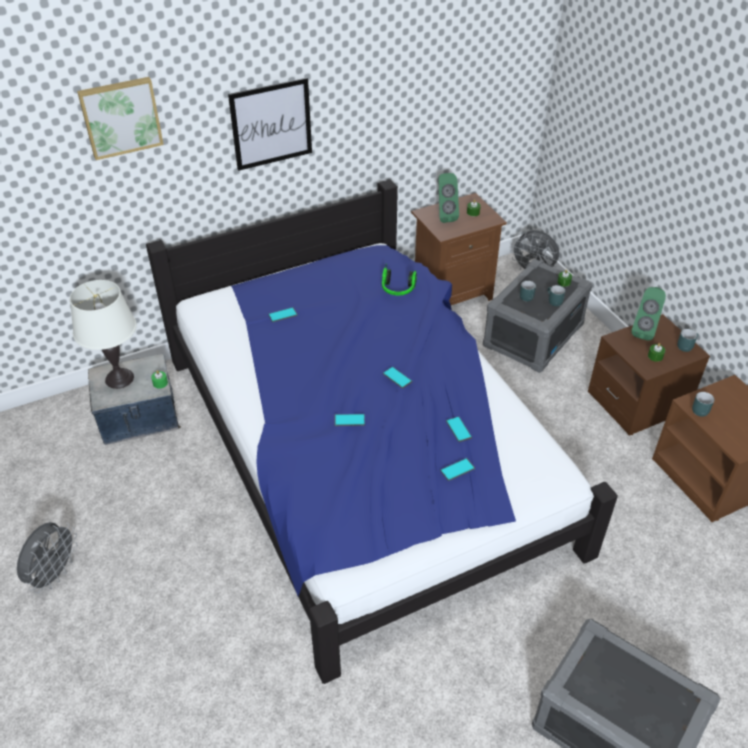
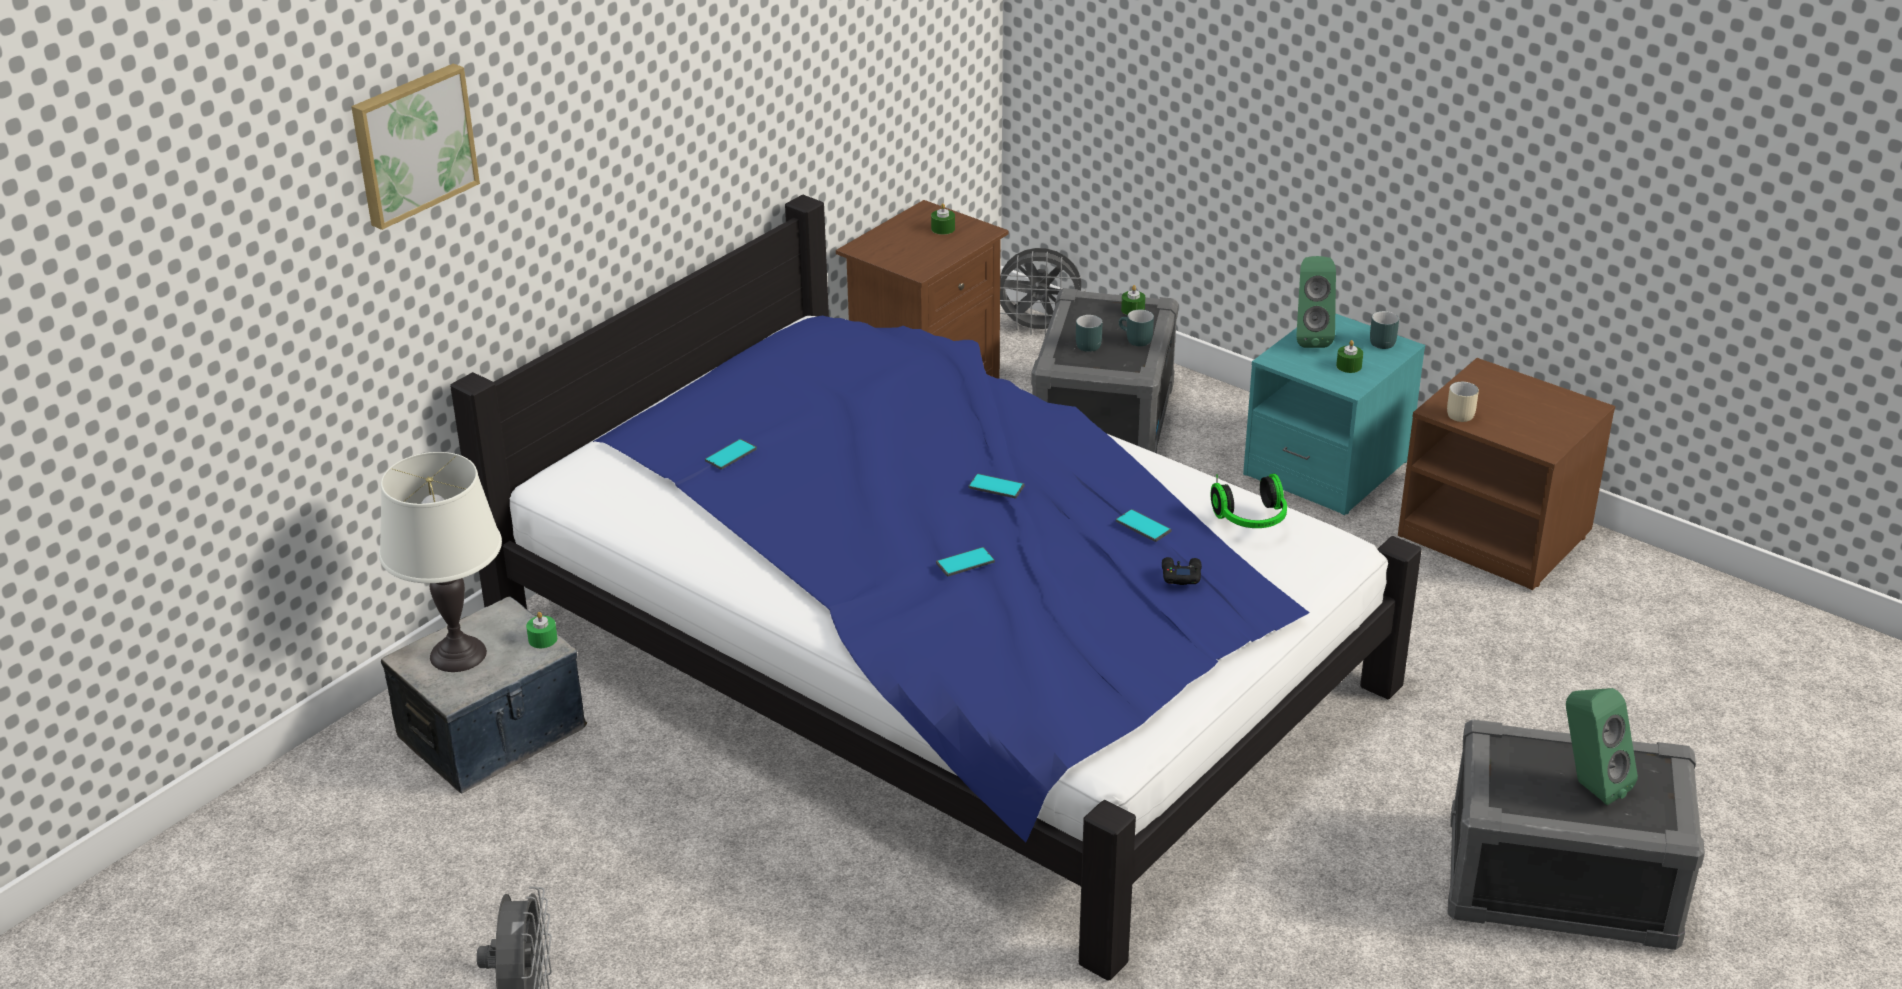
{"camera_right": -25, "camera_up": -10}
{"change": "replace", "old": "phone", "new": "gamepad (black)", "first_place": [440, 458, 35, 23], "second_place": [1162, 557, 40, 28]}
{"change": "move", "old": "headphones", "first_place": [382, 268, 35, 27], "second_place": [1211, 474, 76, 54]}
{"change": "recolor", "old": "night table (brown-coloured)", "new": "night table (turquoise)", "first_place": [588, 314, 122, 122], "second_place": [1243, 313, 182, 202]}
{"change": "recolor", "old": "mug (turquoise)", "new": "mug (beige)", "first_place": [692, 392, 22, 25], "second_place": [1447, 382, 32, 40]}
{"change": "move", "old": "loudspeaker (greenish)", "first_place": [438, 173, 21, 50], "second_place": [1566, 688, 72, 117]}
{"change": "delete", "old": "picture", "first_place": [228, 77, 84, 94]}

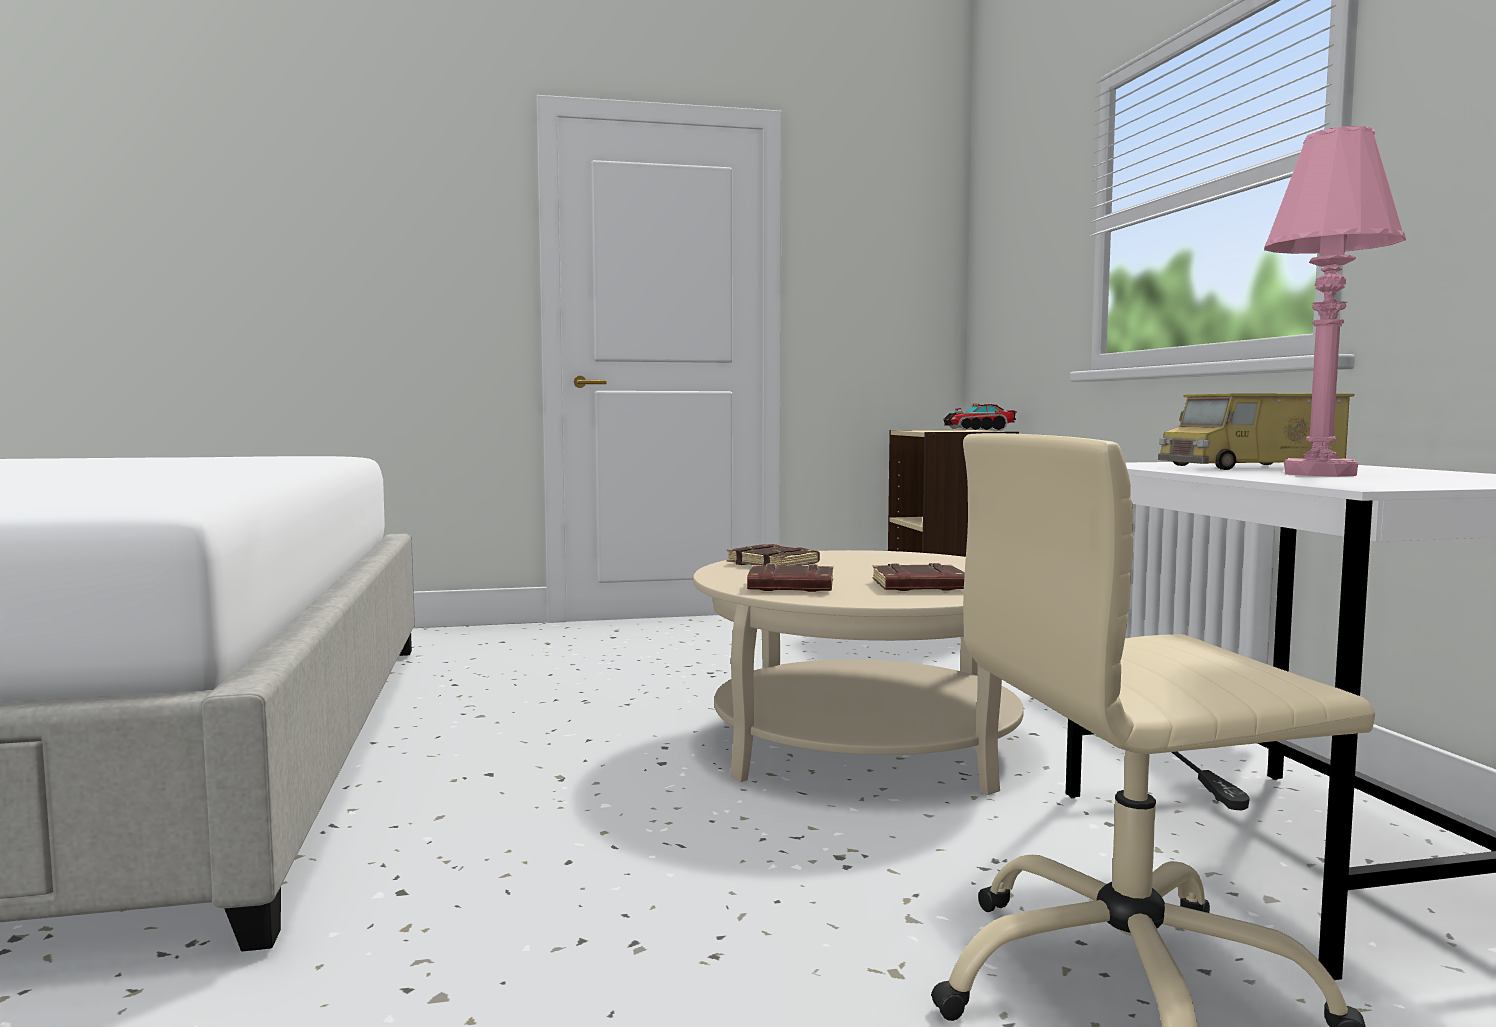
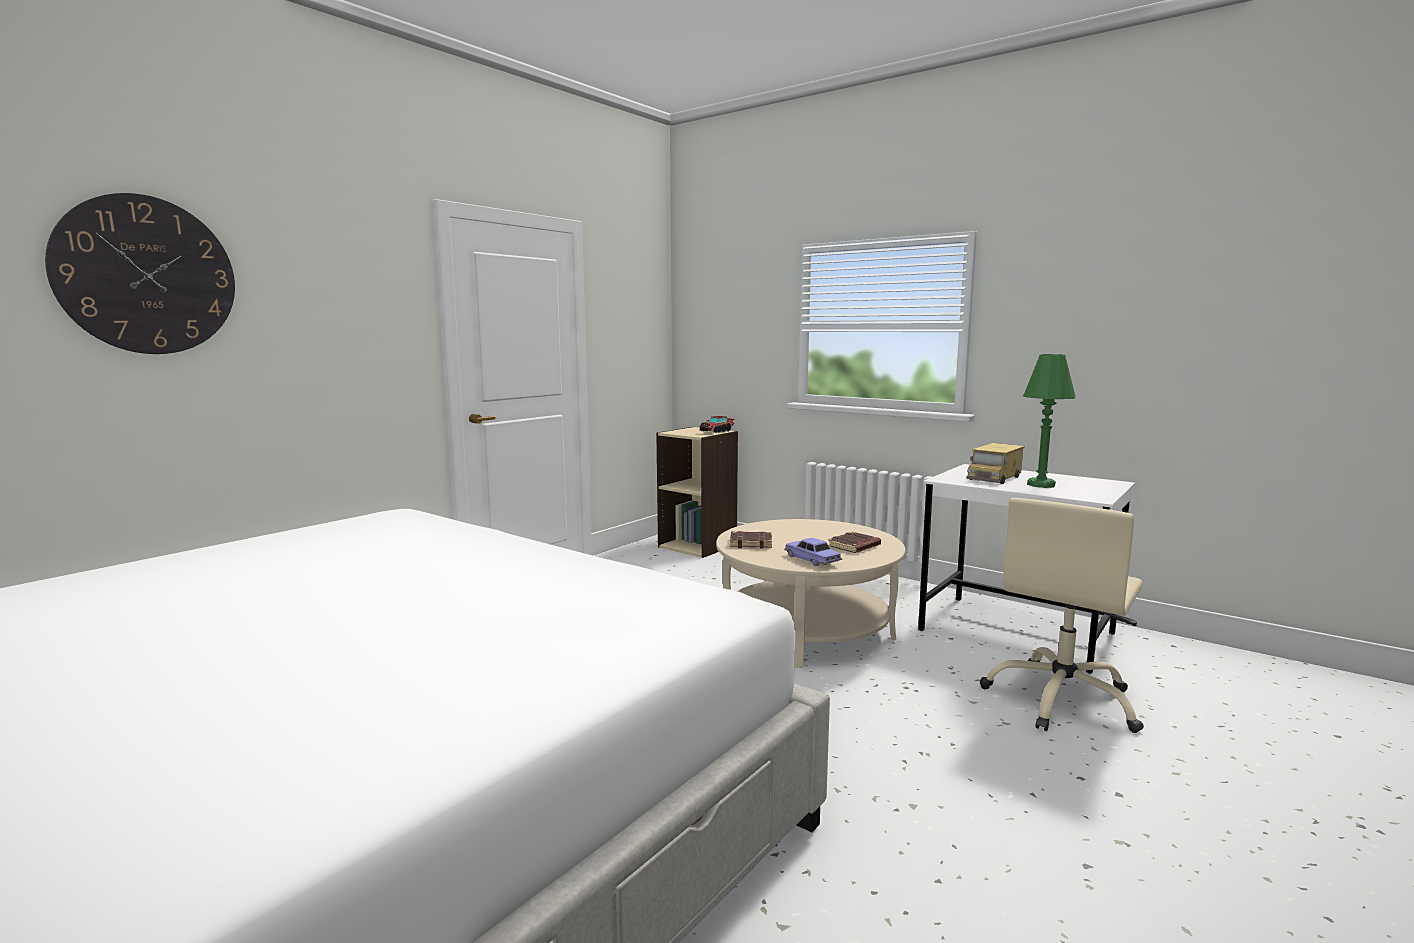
{"camera_right": -40, "camera_up": 5}
{"change": "insert", "new": "hanging clock", "second_place": [45, 193, 190, 161]}
{"change": "replace", "old": "volume (brown-coloured)", "new": "toy car", "first_place": [747, 563, 86, 29], "second_place": [784, 538, 58, 28]}
{"change": "recolor", "old": "tabletop lamp (pink-coloured)", "new": "tabletop lamp (greenish)", "first_place": [1264, 126, 142, 350], "second_place": [1023, 354, 53, 134]}

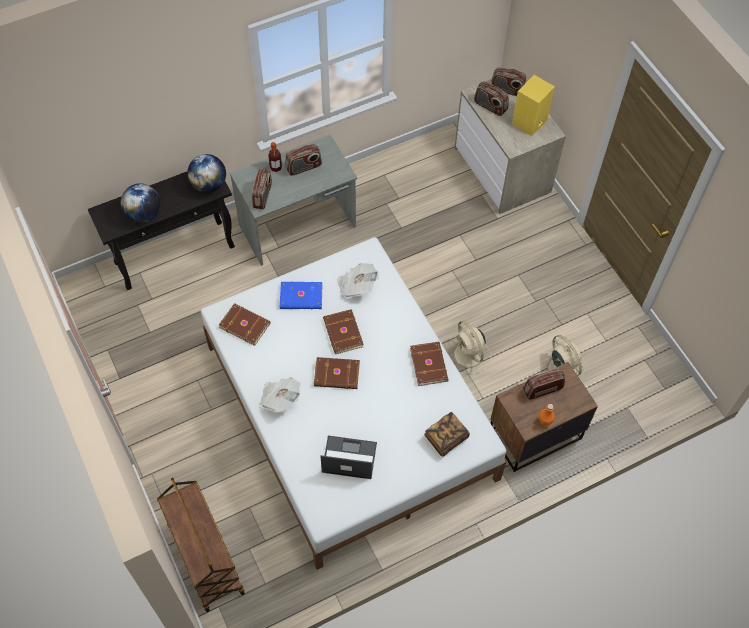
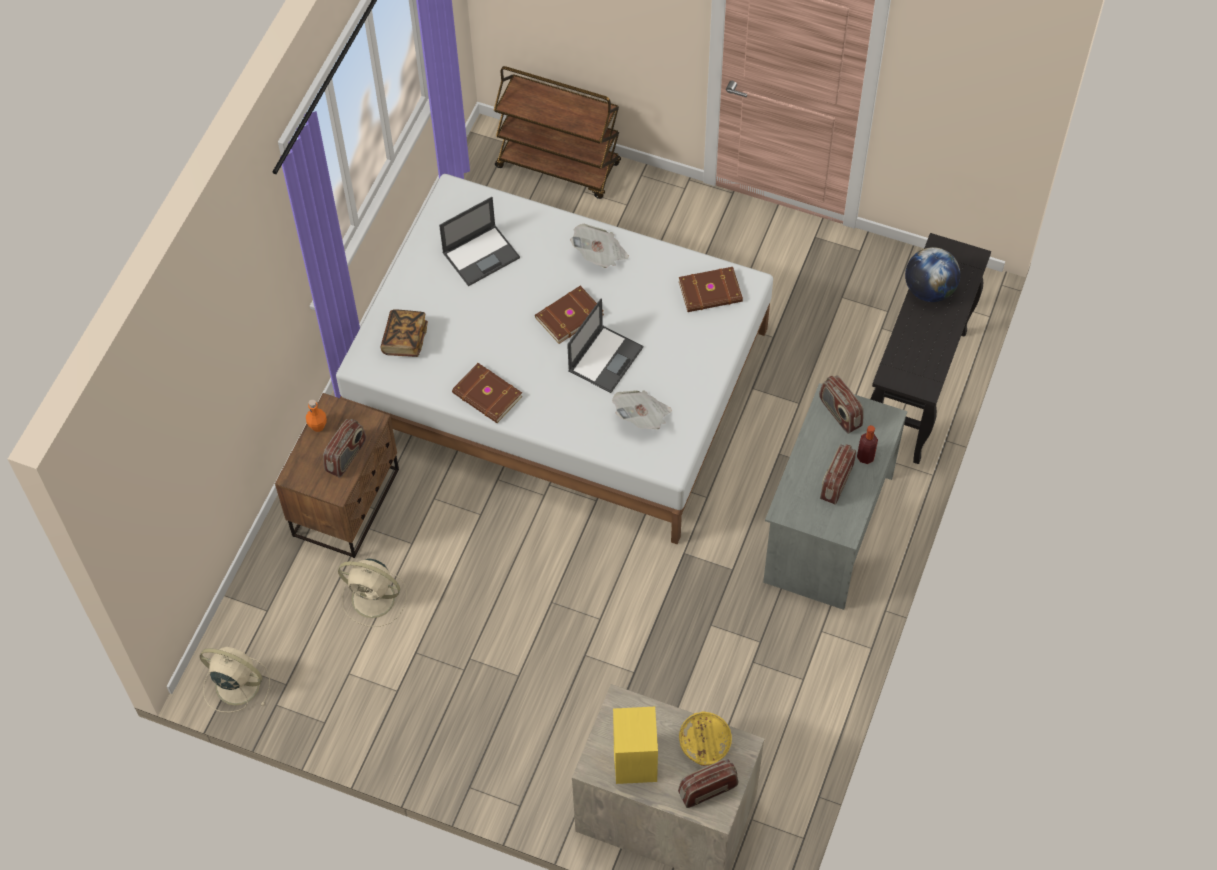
{"camera_right": 140, "camera_up": 0}
{"change": "move", "old": "electric fan (beige)", "first_place": [447, 320, 45, 55], "second_place": [200, 647, 70, 66]}
{"change": "replace", "old": "volume (brown-coloured)", "new": "laptop", "first_place": [323, 309, 41, 45], "second_place": [567, 298, 76, 95]}
{"change": "replace", "old": "radio", "new": "serving bowl (yellow-coloured)", "first_place": [474, 81, 35, 35], "second_place": [679, 711, 53, 55]}
{"change": "delete", "old": "world globe", "first_place": [187, 154, 39, 39]}
{"change": "delete", "old": "volume (bluish)", "first_place": [280, 282, 42, 27]}

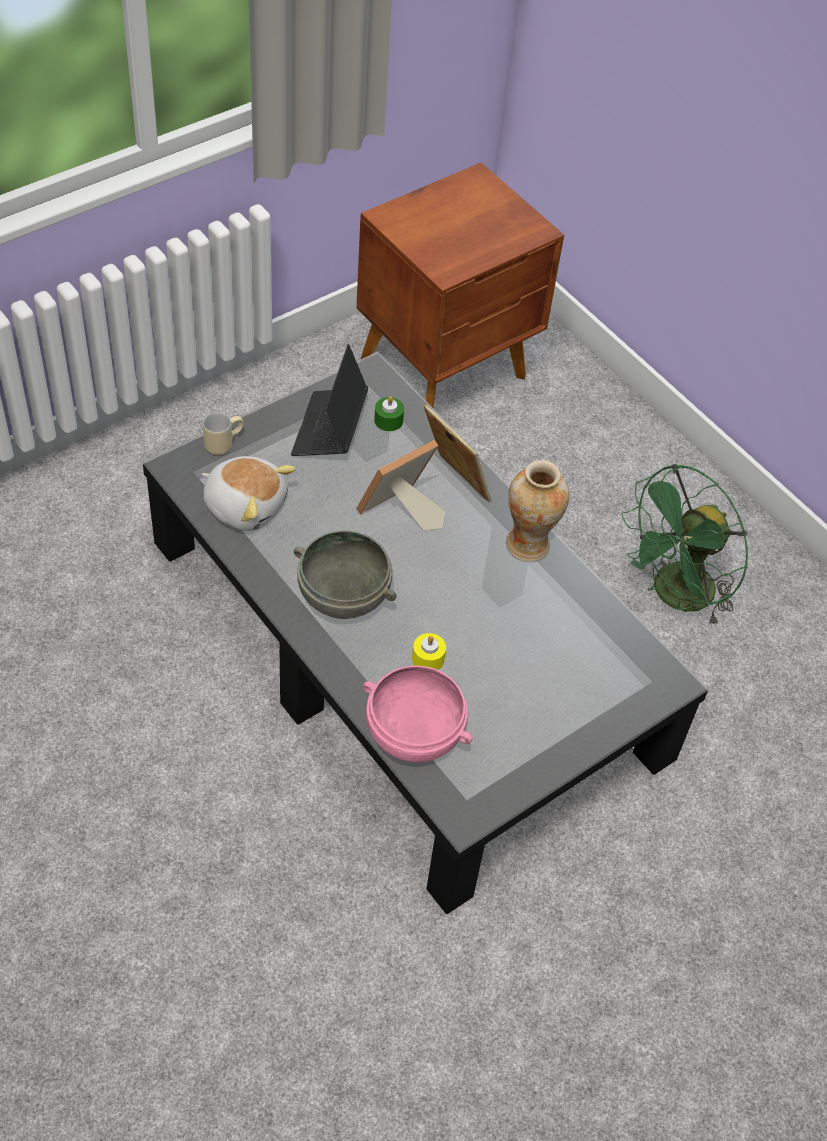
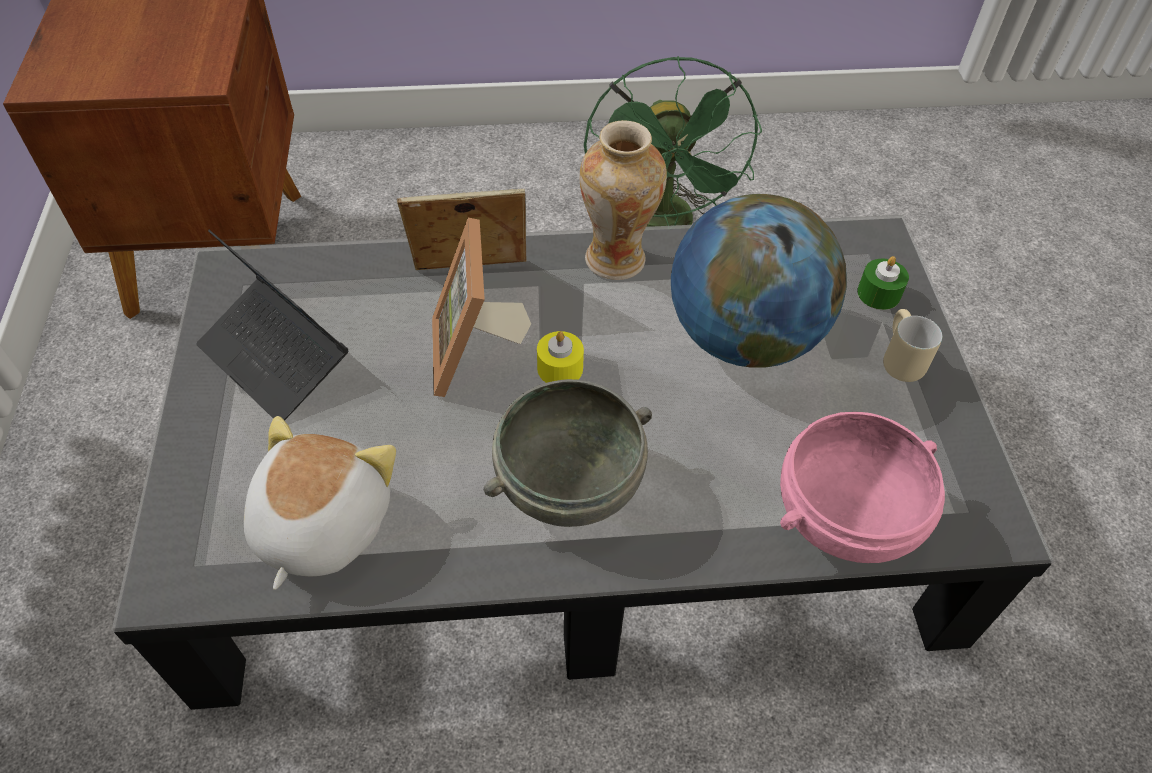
{"camera_right": -55, "camera_up": 0}
{"change": "rotate", "old": "plush toy", "first_place": [202, 456, 94, 75], "second_place": [244, 416, 152, 174], "degrees": -45}
{"change": "move", "old": "wax candle (yellow-coloured)", "first_place": [412, 633, 34, 37], "second_place": [537, 331, 47, 52]}
{"change": "insert", "new": "world globe", "second_place": [671, 194, 176, 174]}
{"change": "move", "old": "wax candle (greenish)", "first_place": [374, 396, 30, 35], "second_place": [857, 256, 52, 54]}
{"change": "move", "old": "mug (beige)", "first_place": [203, 412, 41, 43], "second_place": [883, 309, 59, 73]}

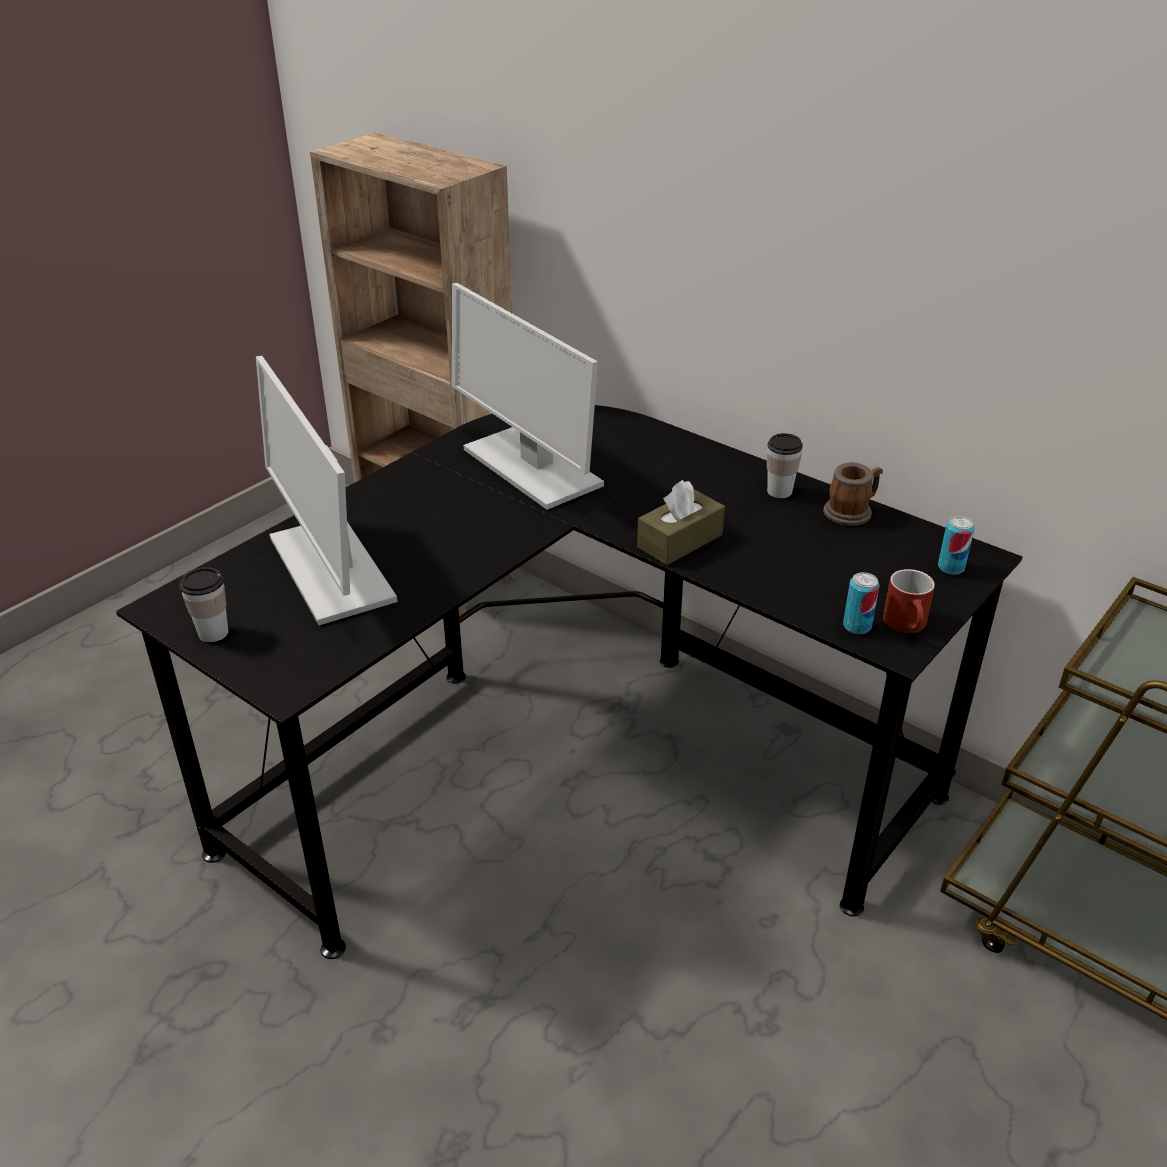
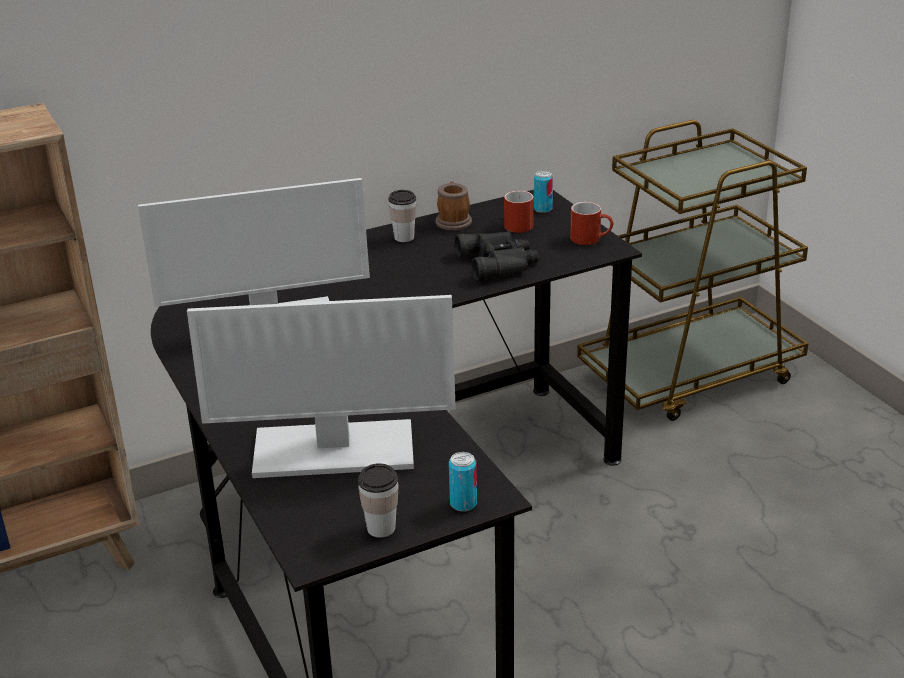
{"camera_right": -65, "camera_up": -5}
{"change": "move", "old": "metal can", "first_place": [843, 572, 36, 62], "second_place": [449, 452, 28, 60]}
{"change": "insert", "new": "binoculars (black)", "second_place": [454, 231, 85, 50]}
{"change": "insert", "new": "mug (red)", "second_place": [504, 191, 30, 42]}
{"change": "delete", "old": "tissue holder (brown-coloured)", "first_place": [637, 480, 88, 85]}

